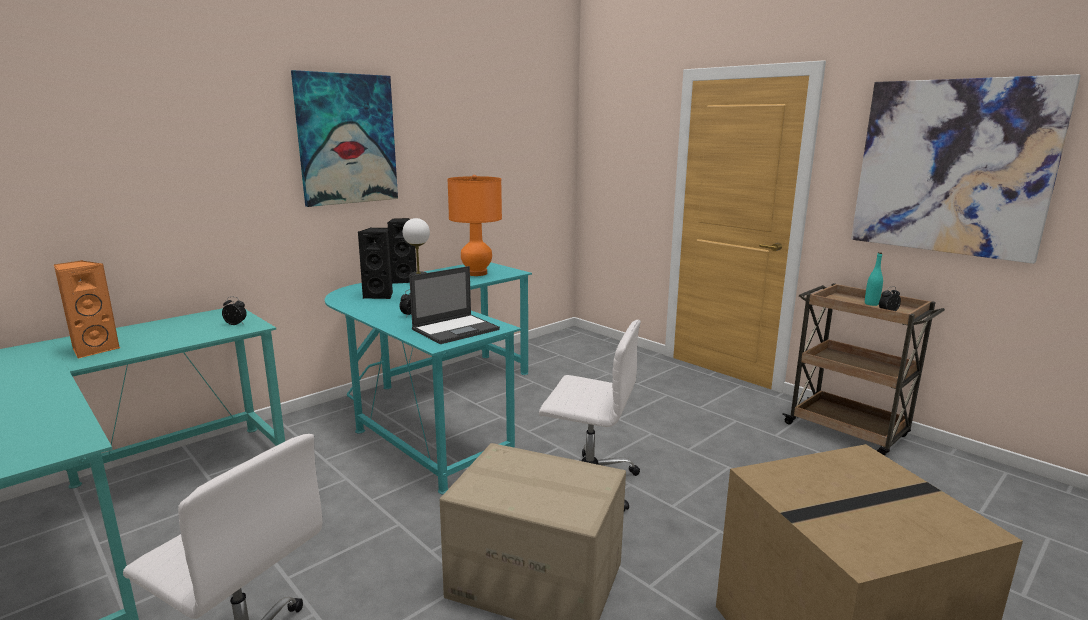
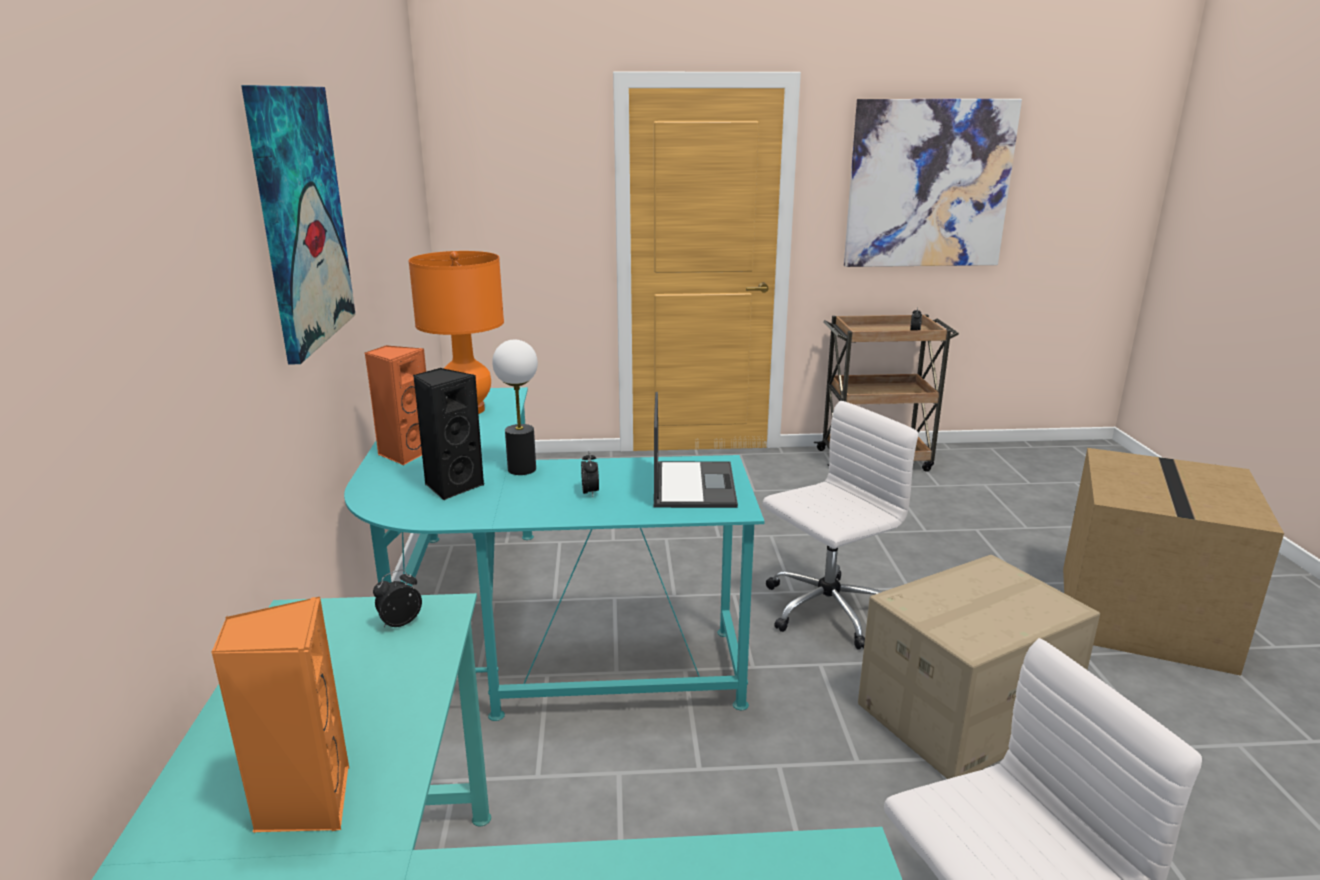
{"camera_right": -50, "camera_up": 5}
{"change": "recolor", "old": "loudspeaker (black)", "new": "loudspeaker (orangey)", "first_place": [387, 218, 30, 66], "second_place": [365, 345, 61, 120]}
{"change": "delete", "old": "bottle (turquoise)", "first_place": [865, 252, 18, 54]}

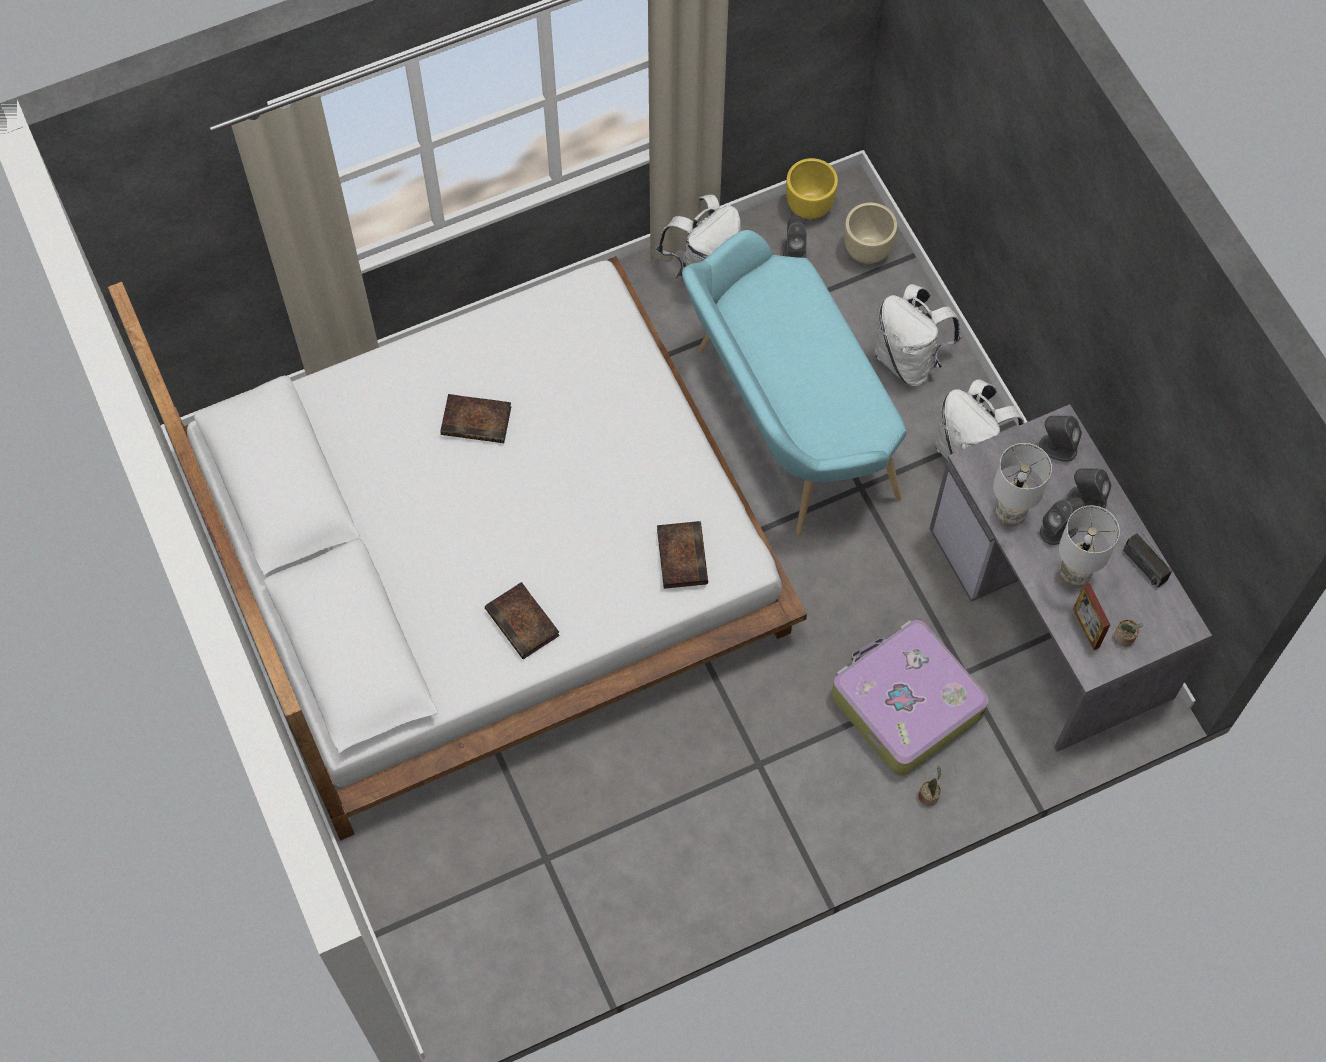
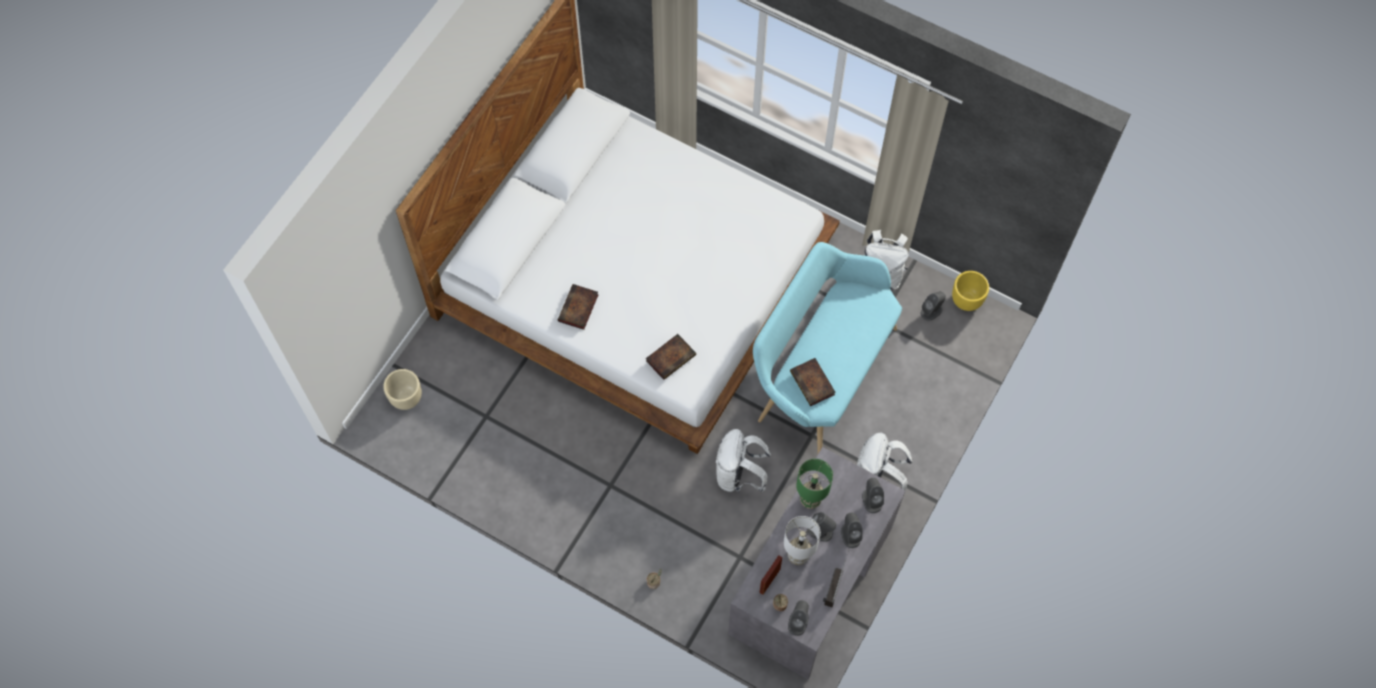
{"camera_right": 55, "camera_up": 0}
{"change": "move", "old": "plant pot (beige)", "first_place": [844, 203, 53, 61], "second_place": [383, 369, 39, 41]}
{"change": "move", "old": "backpack (whitish)", "first_place": [874, 284, 87, 102], "second_place": [716, 429, 55, 63]}
{"change": "insert", "new": "loudspeaker (greyish)", "second_place": [788, 600, 21, 36]}
{"change": "move", "old": "volume", "first_place": [440, 394, 71, 49], "second_place": [790, 358, 46, 48]}
{"change": "recolor", "old": "tabletop lamp (whitish)", "new": "tabletop lamp (greenish)", "first_place": [993, 443, 59, 83], "second_place": [796, 459, 37, 50]}
{"change": "delete", "old": "piece of luggage", "first_place": [831, 620, 158, 156]}

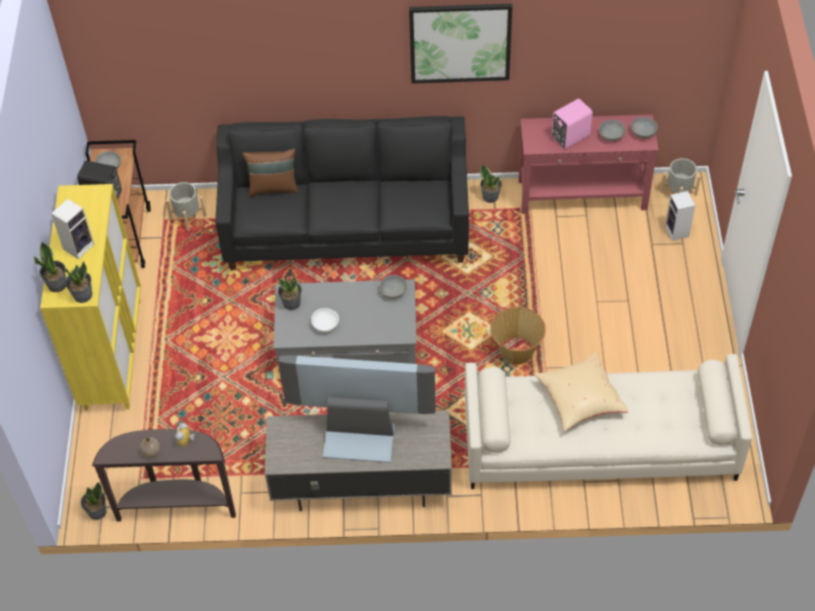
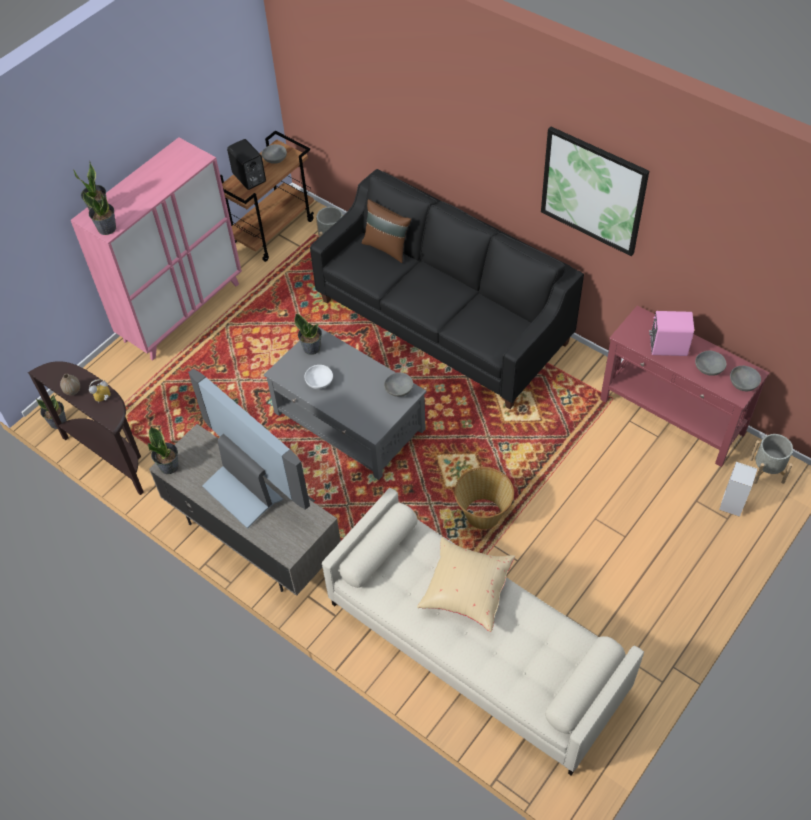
{"camera_right": 40, "camera_up": 0}
{"change": "recolor", "old": "cupboard (yellow-coloured)", "new": "cupboard (pink-coloured)", "first_place": [40, 184, 101, 227], "second_place": [71, 137, 171, 224]}
{"change": "move", "old": "plant in a pot", "first_place": [480, 164, 22, 39], "second_place": [148, 427, 30, 47]}
{"change": "delete", "old": "loudspeaker", "first_place": [51, 199, 43, 60]}

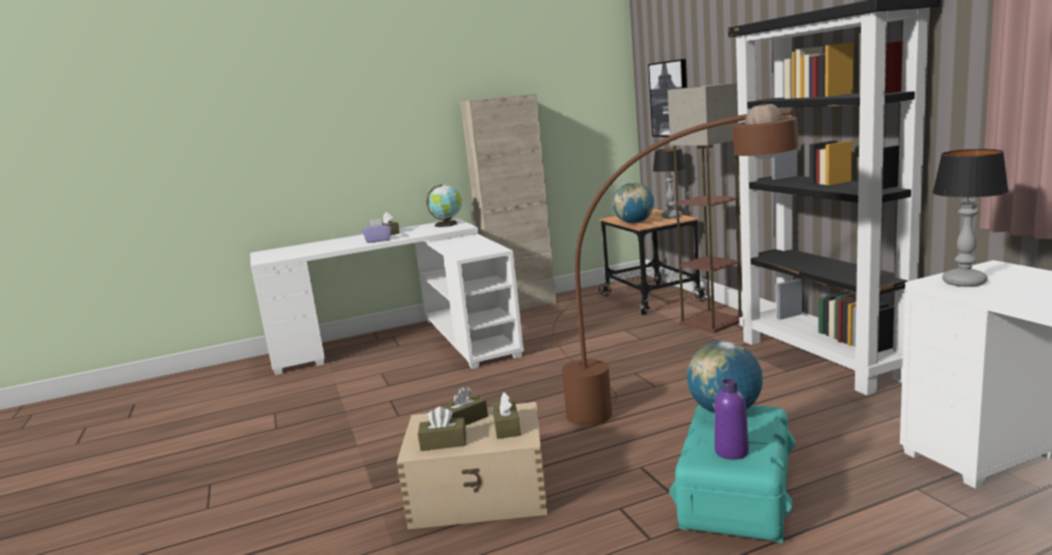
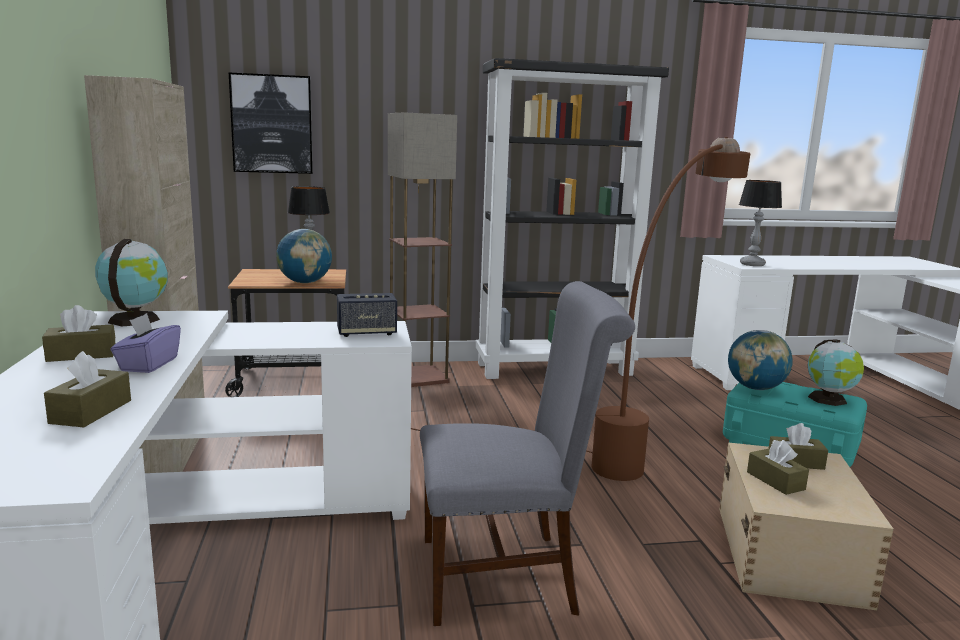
{"camera_right": -80, "camera_up": 0}
{"change": "move", "old": "tissue holder (brown-coloured)", "first_place": [418, 406, 48, 45], "second_place": [44, 351, 87, 76]}
{"change": "insert", "new": "loudspeaker", "second_place": [337, 293, 60, 44]}
{"change": "insert", "new": "chair (greyish)", "second_place": [420, 281, 215, 345]}
{"change": "replace", "old": "bottle (purple-coloured)", "new": "world globe", "first_place": [715, 379, 34, 80], "second_place": [808, 340, 56, 66]}

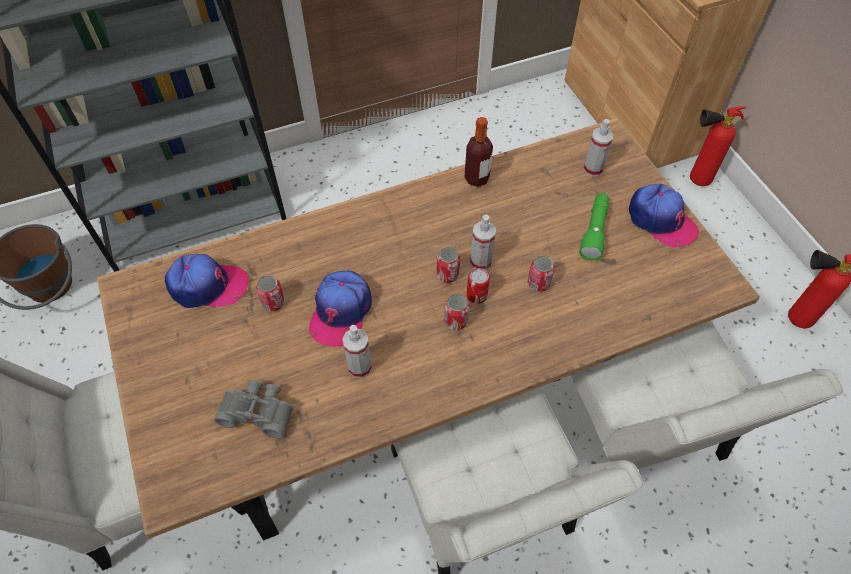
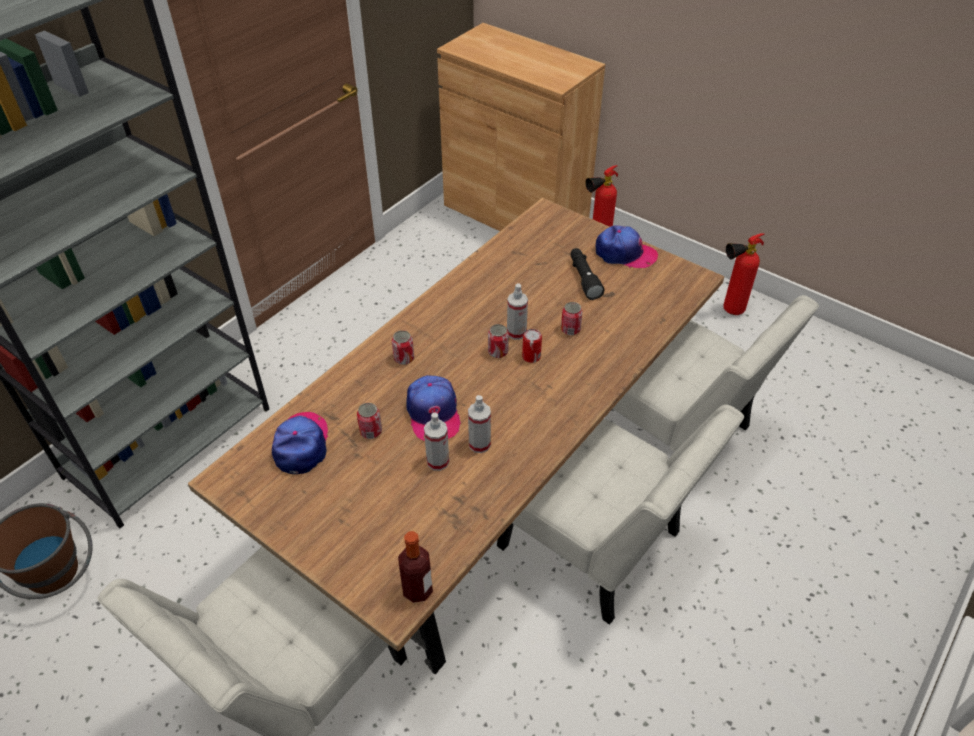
{"camera_right": -30, "camera_up": -10}
{"change": "rotate", "old": "cap", "first_place": [165, 254, 83, 54], "second_place": [272, 412, 56, 62], "degrees": -60}
{"change": "move", "old": "metal can", "first_place": [444, 294, 25, 36], "second_place": [392, 330, 22, 35]}
{"change": "move", "old": "bottle", "first_place": [464, 117, 29, 70], "second_place": [398, 531, 35, 72]}
{"change": "move", "old": "hand sprayer", "first_place": [583, 119, 30, 57], "second_place": [424, 412, 25, 59]}
{"change": "recolor", "old": "flashlight (greenish)", "new": "flashlight (black)", "first_place": [579, 193, 30, 68], "second_place": [570, 248, 34, 52]}
{"change": "delete", "old": "binoculars (greyish)", "first_place": [214, 380, 80, 58]}

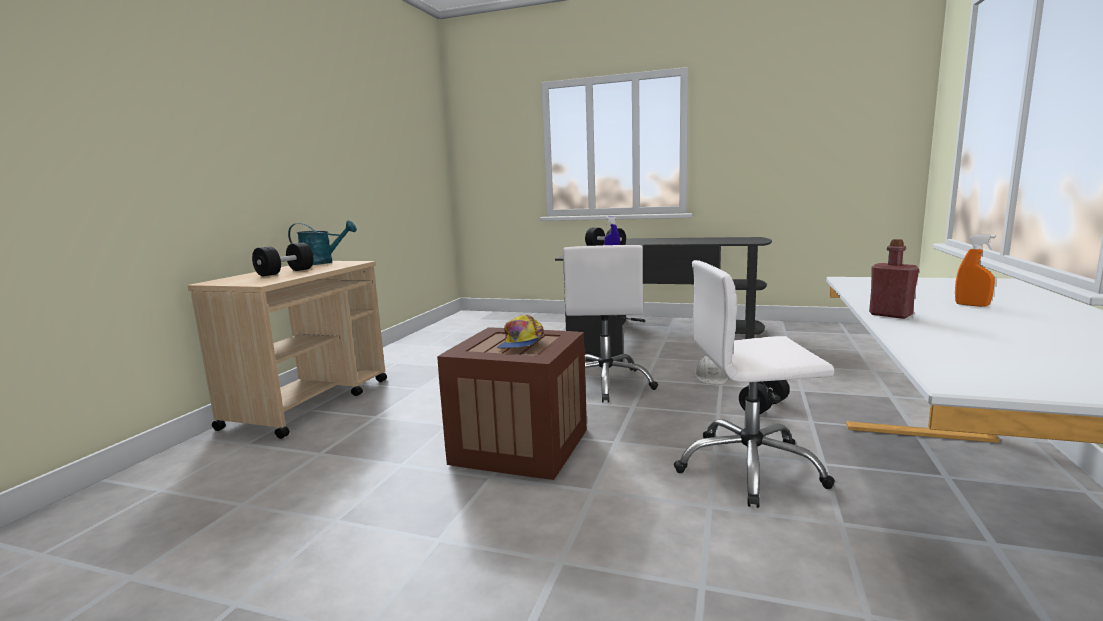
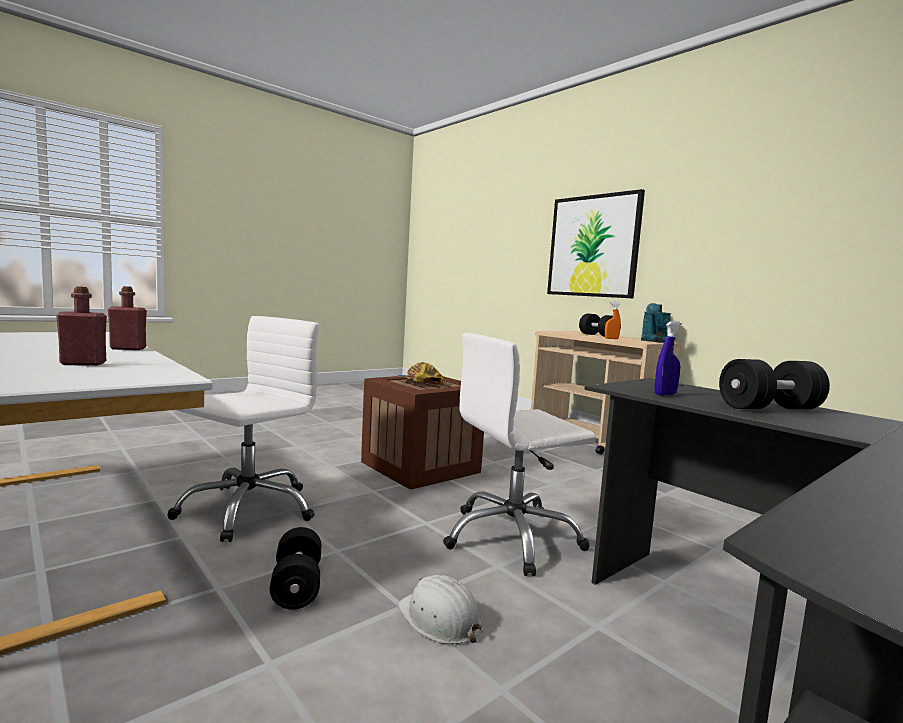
{"camera_right": 120, "camera_up": -5}
{"change": "insert", "new": "bottle (red)", "second_place": [56, 286, 51, 80]}
{"change": "rotate", "old": "desk chair (whitish)", "first_place": [563, 245, 95, 157], "second_place": [443, 333, 153, 243], "degrees": -60}
{"change": "insert", "new": "picture", "second_place": [547, 189, 98, 109]}
{"change": "move", "old": "hand sprayer (orangey)", "first_place": [955, 234, 41, 73], "second_place": [605, 301, 16, 38]}

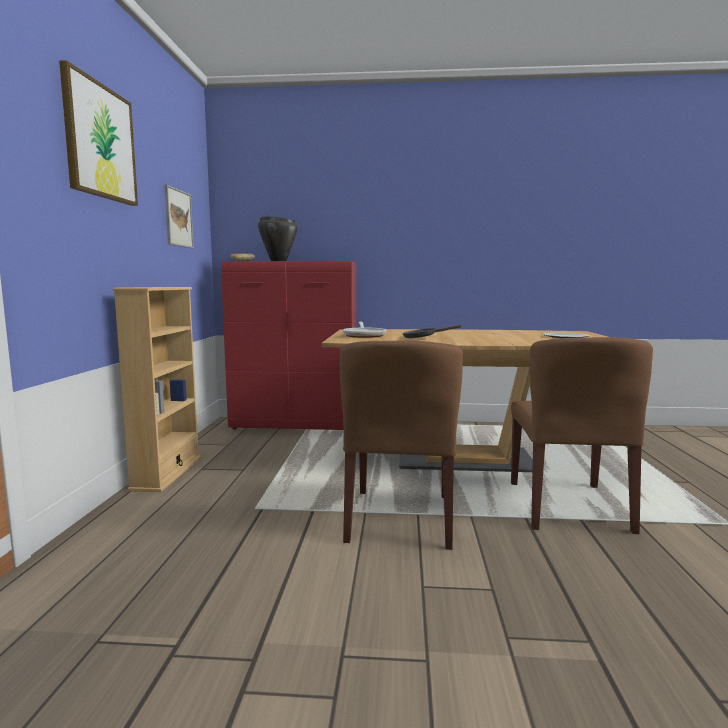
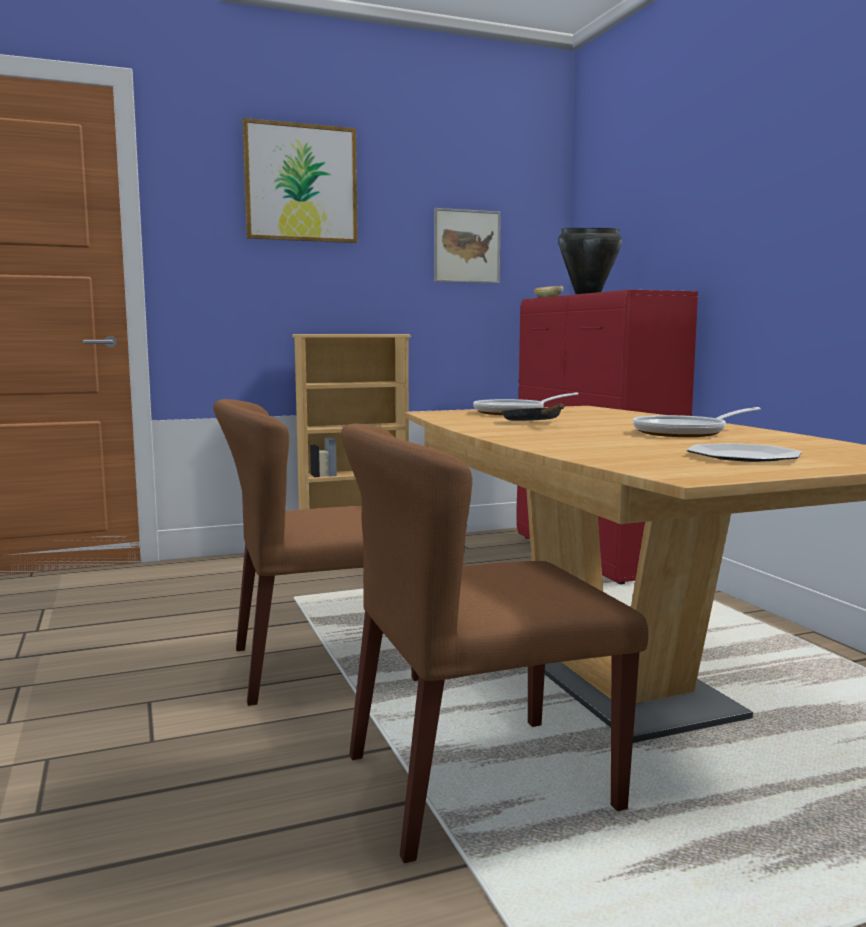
{"camera_right": 65, "camera_up": 0}
{"change": "insert", "new": "skillet", "second_place": [633, 407, 128, 30]}

